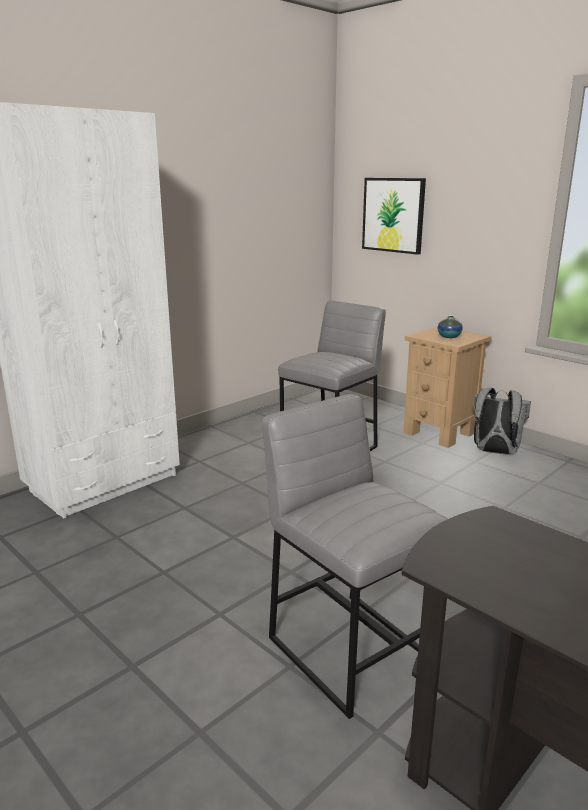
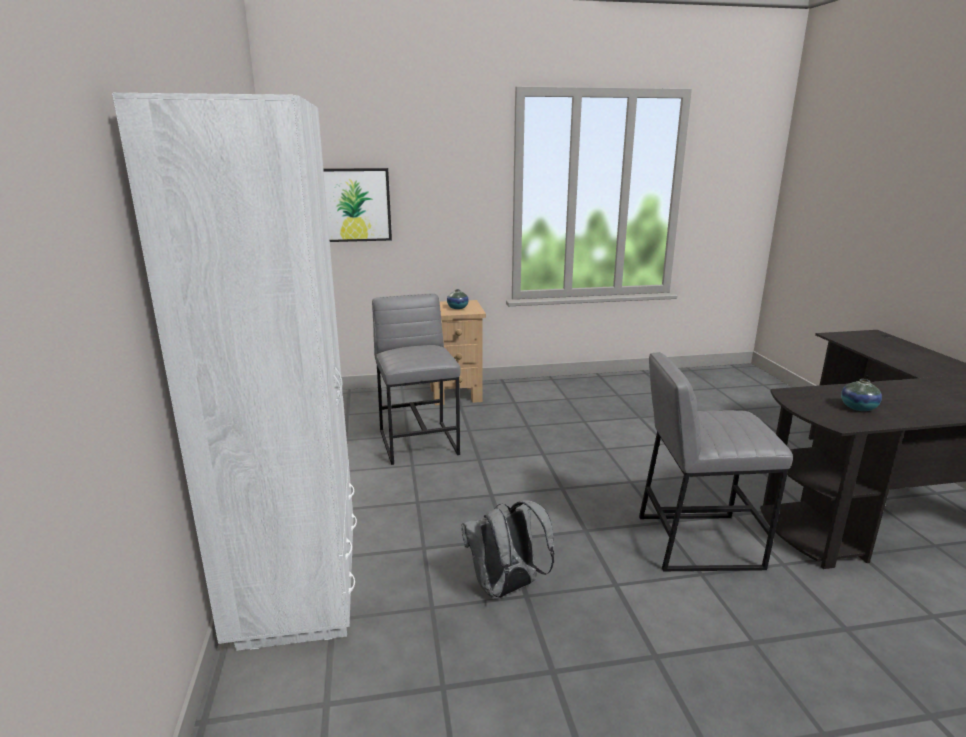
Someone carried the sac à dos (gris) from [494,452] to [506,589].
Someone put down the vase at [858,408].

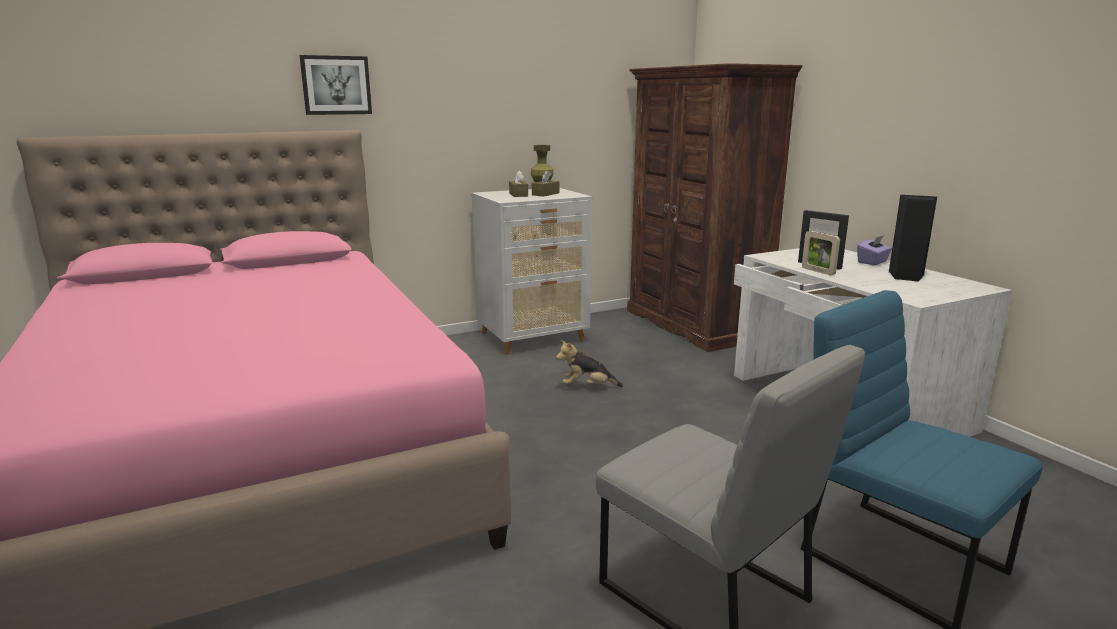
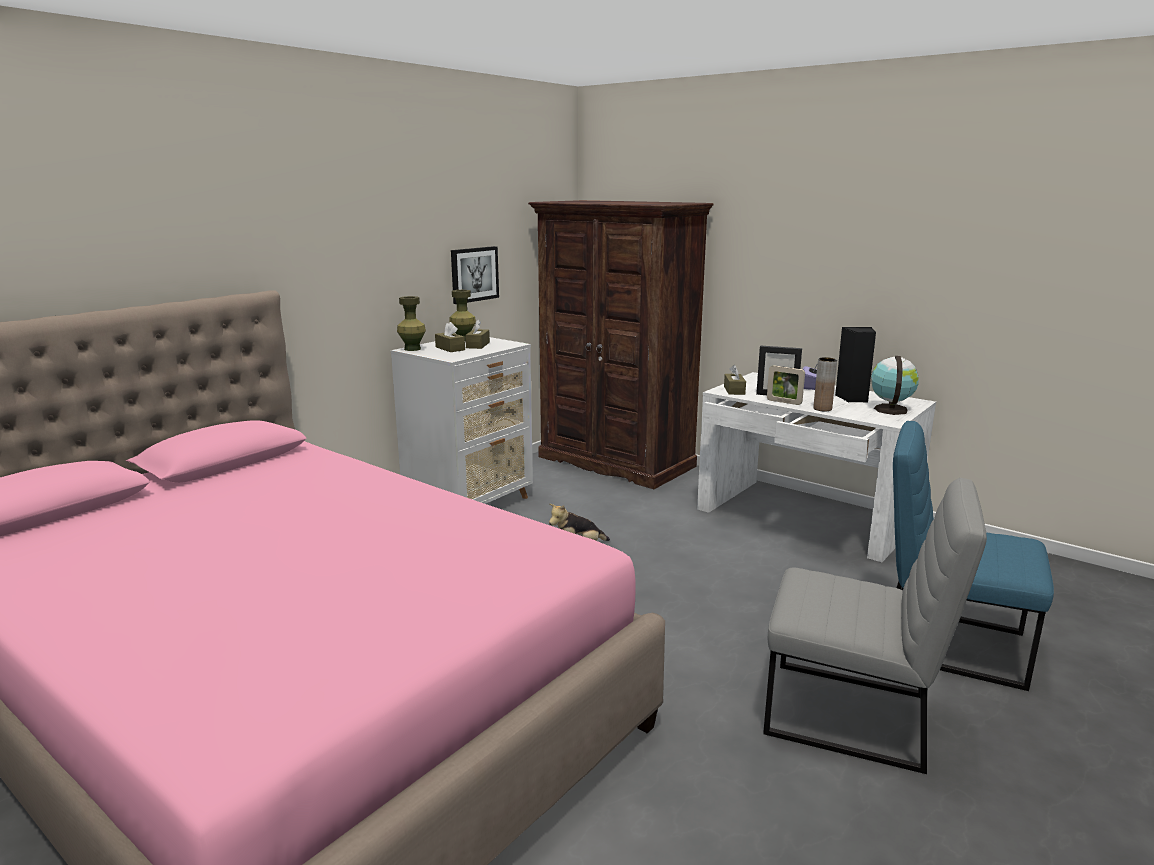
Someone carried the tableau from [336,85] to [474,274].
Someone put down the vase (vert) at [412,349].
Someone put down the boîte à mouchoirs (marron) at [734,390].
Someone put down the vase (marron) at [822,409].
Someone put down the globe at [890,409].

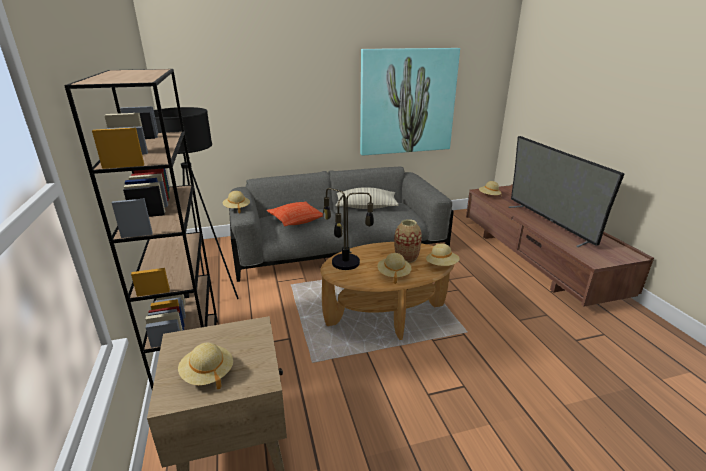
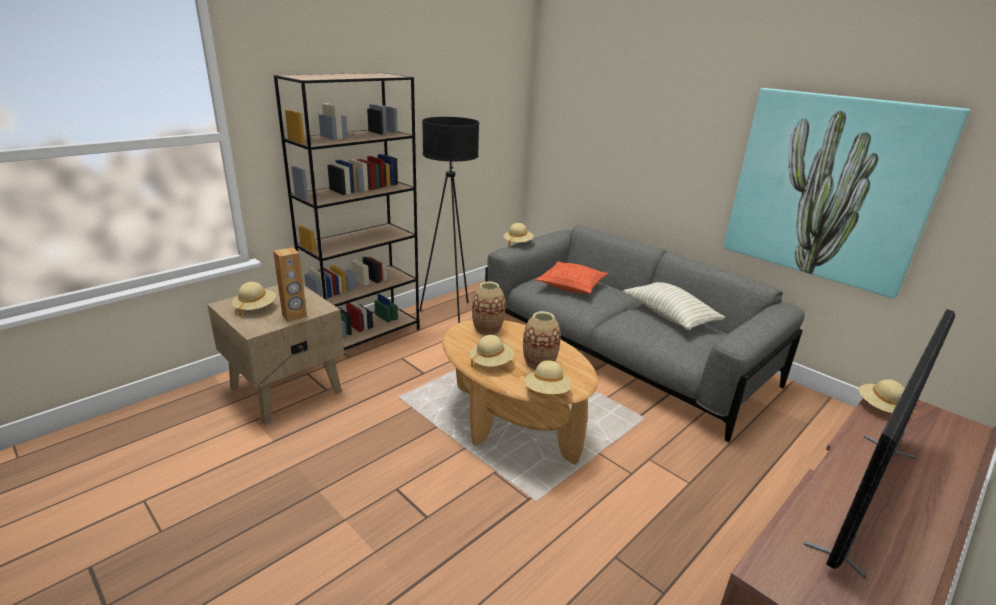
Someone swapped the lampe de table at [345,263] for the vase at [487,329].
Someone put down the enceinte (marron) at [294,316].

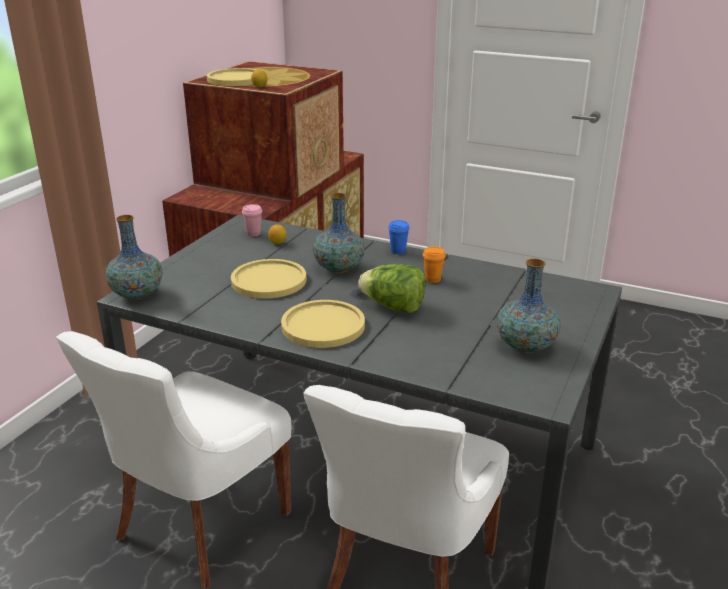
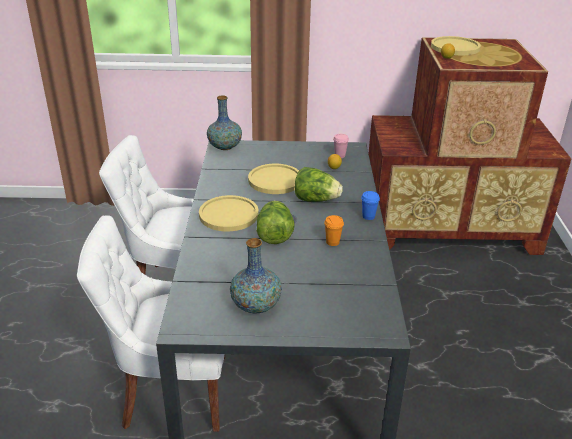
Someone swapped the vase at [338,268] for the laitue at [316,199].

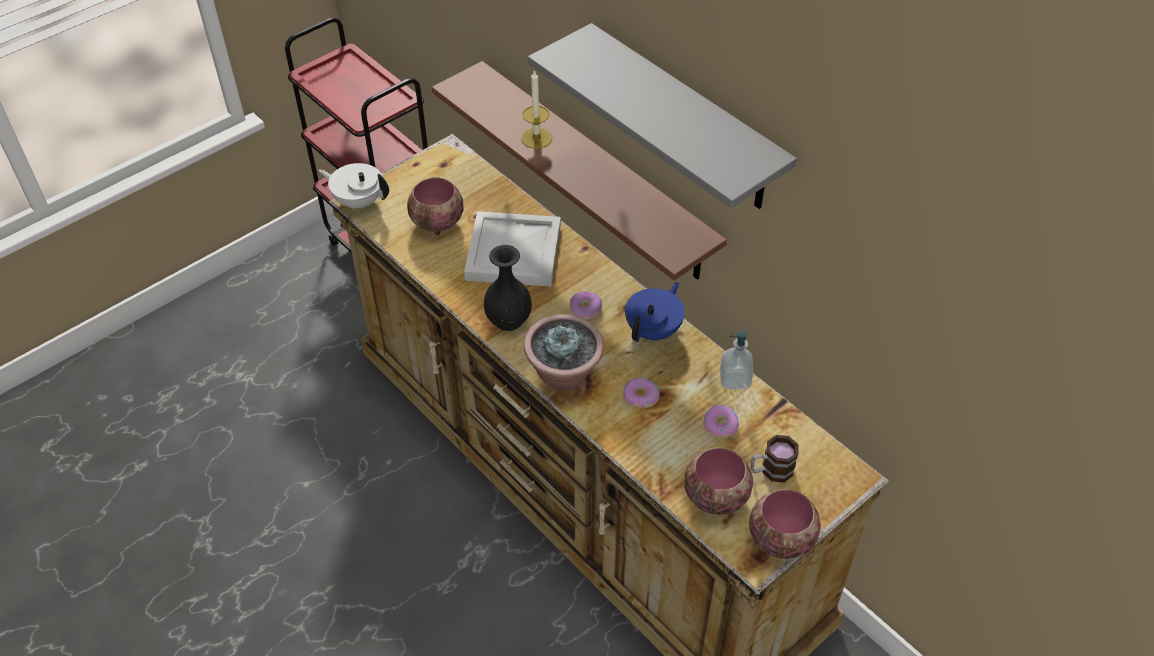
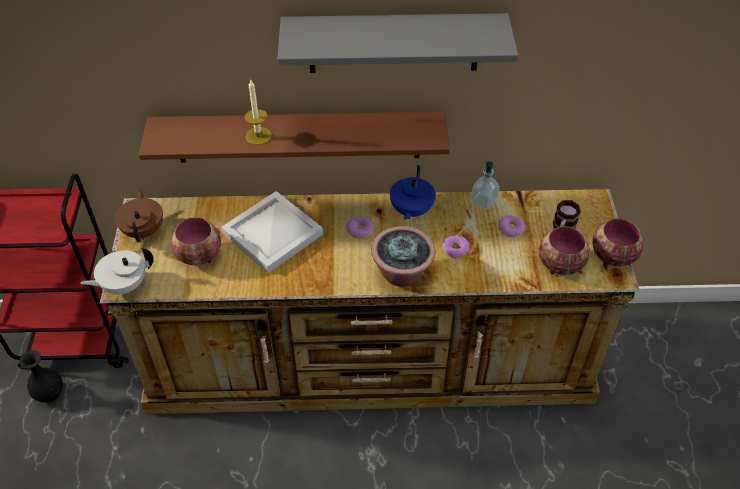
Someone carried the vase (noir) from [509,320] to [50,393].
Someone rotated the théière (bleu) at [654,330] by 150 degrees counterclockwise.
Someone put down the théière (marron) at [144,230].

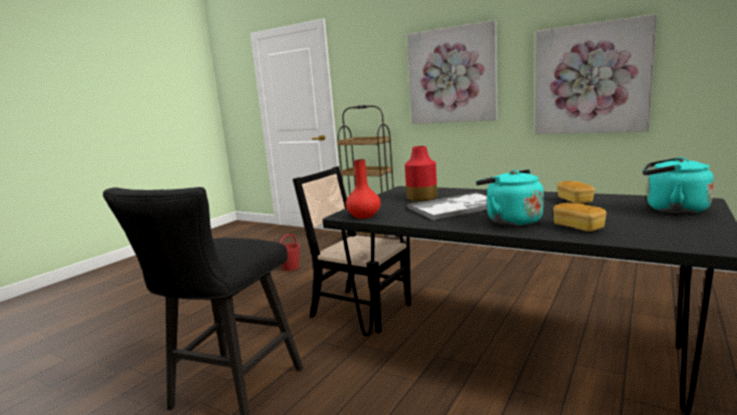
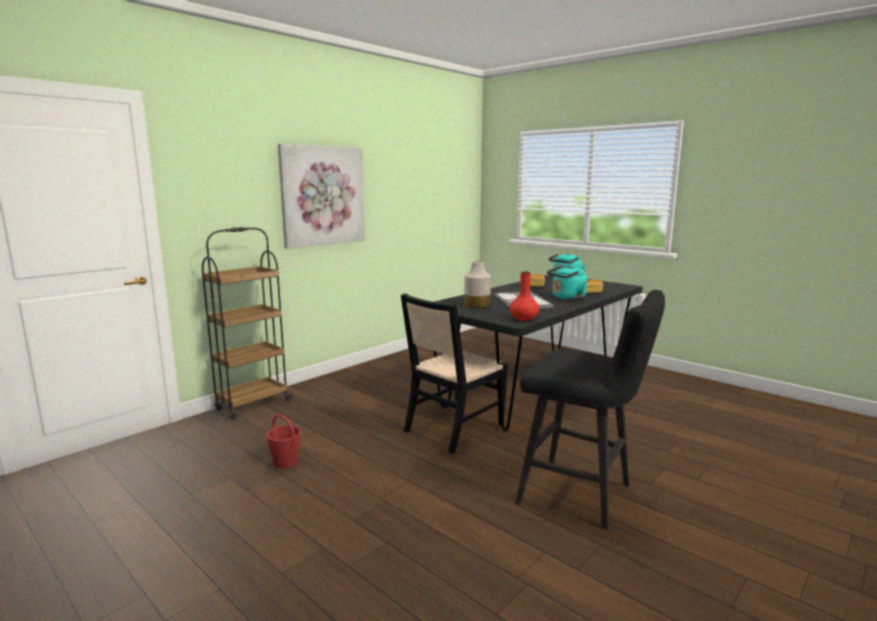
Someone repainted the vase (rouge) at [421,197], which became the vase (beige) at [477,304].
Someone took away the tableau at [591,79].

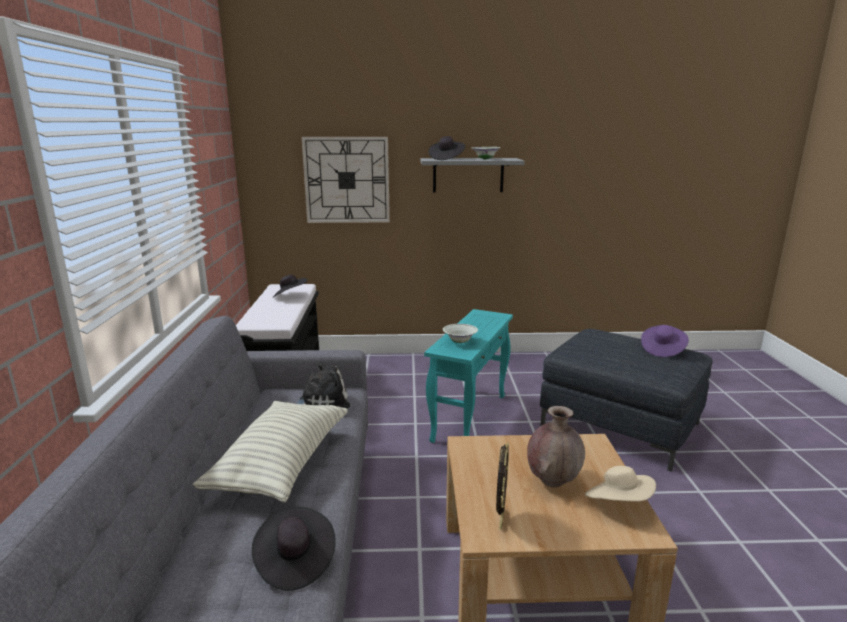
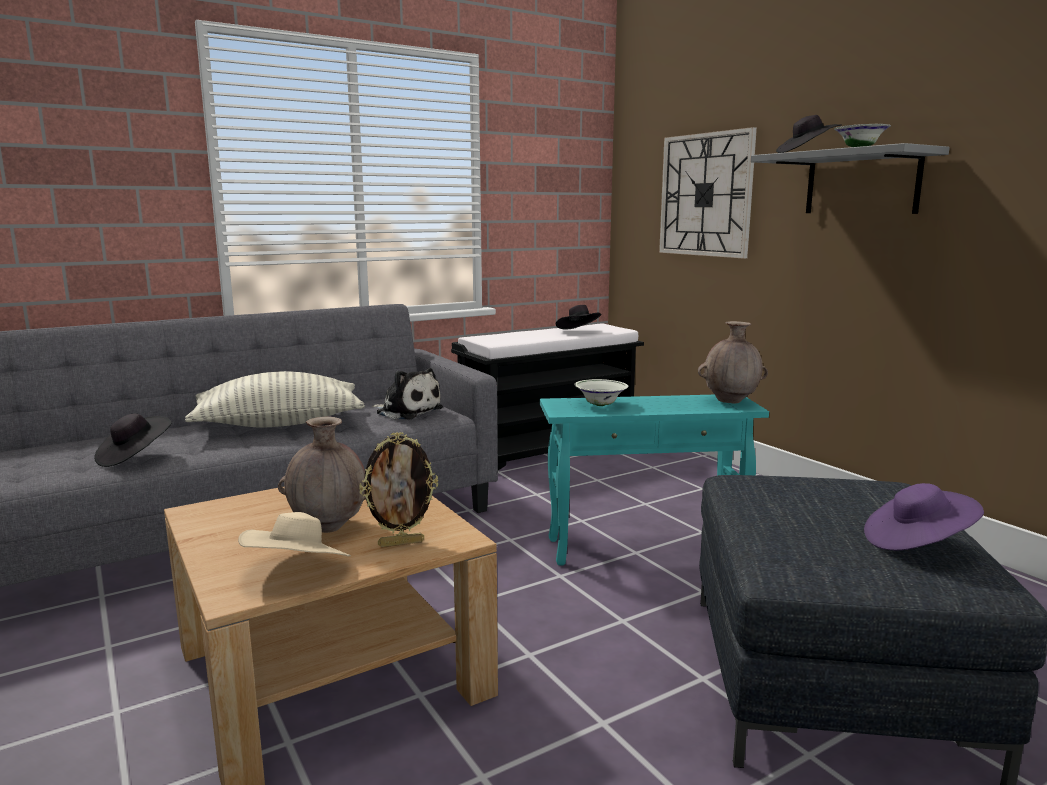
Someone carried the cadre photo from [500,519] to [401,543].
Someone put down the vase (marron) at [731,401].

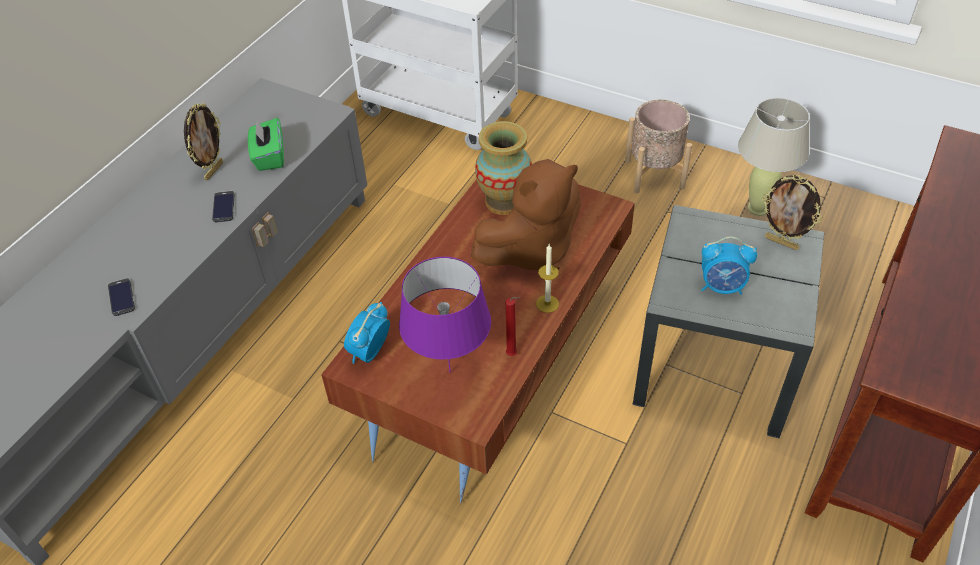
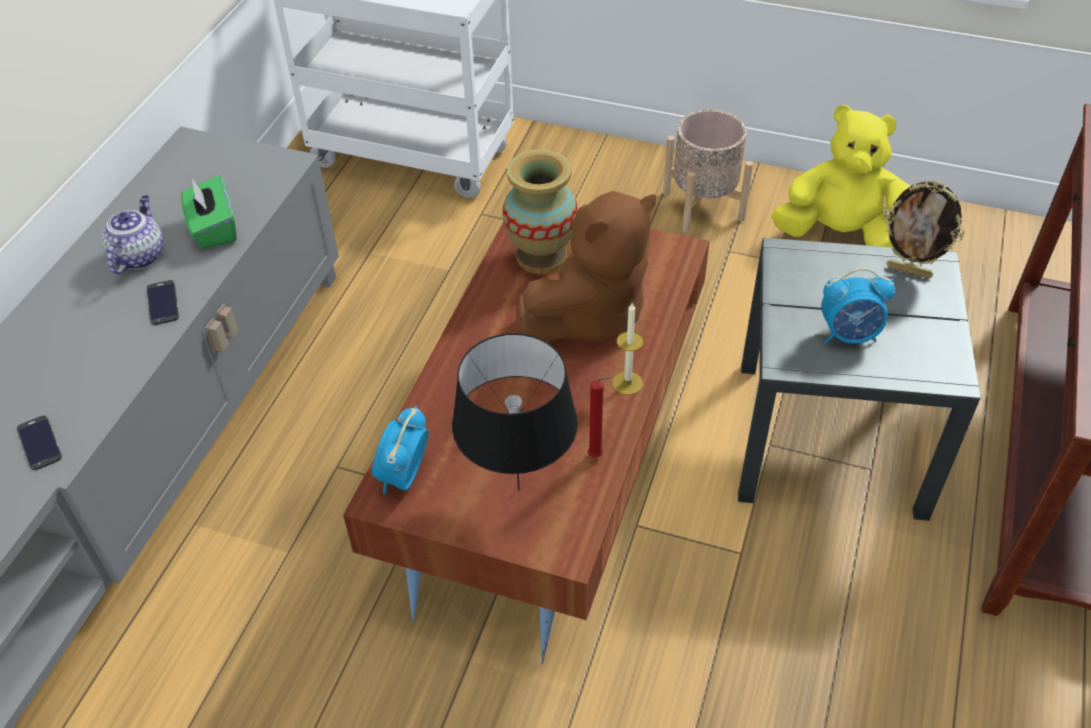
Someone swapped the cadre photo at [213,171] for the théière at [138,256].
Someone repainted the lampe de table (violet) at [450,373], which became the lampe de table (noir) at [519,490].
Someone swapped the lampe de table (beige) at [758,208] for the peluche (jaune) at [840,235].

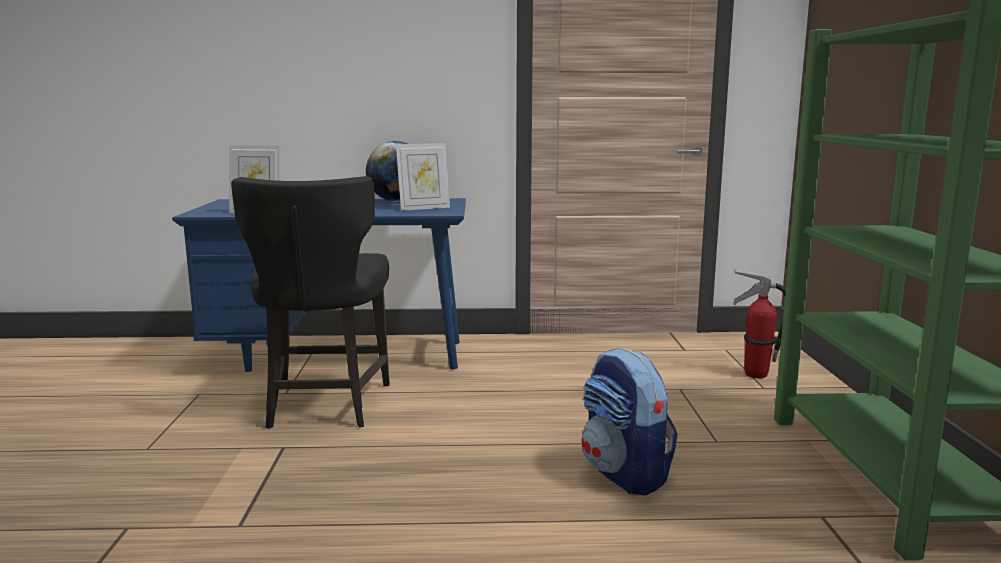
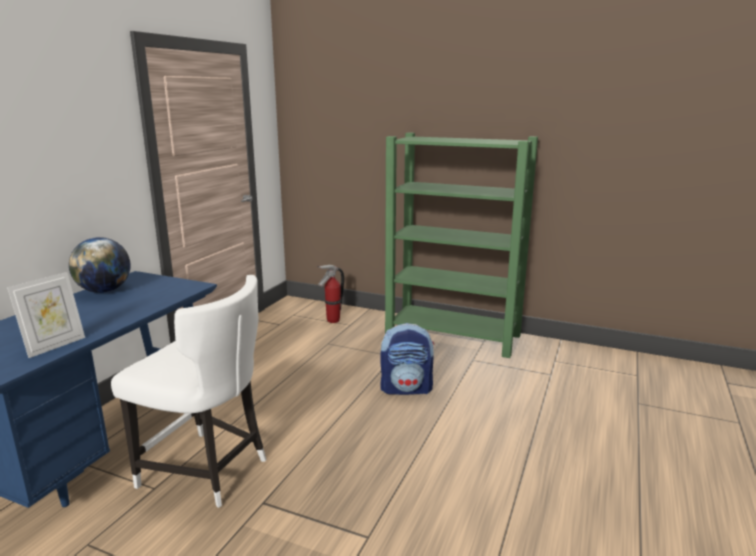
Someone repainted the chaise (noir) at [324,406], which became the chaise (blanc) at [207,471].
Someone took away the cadre photo at [424,208].

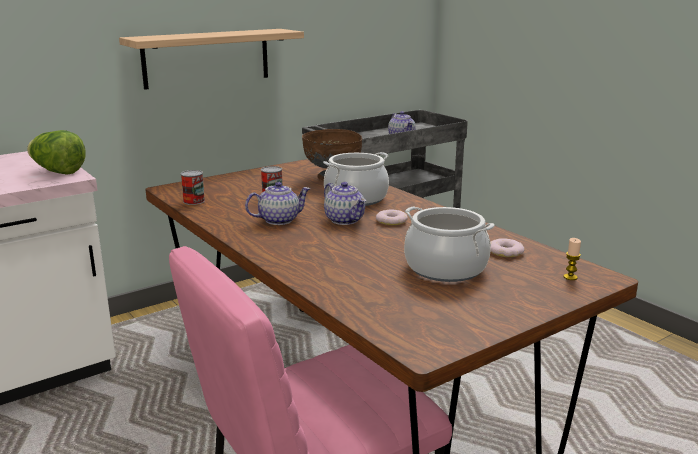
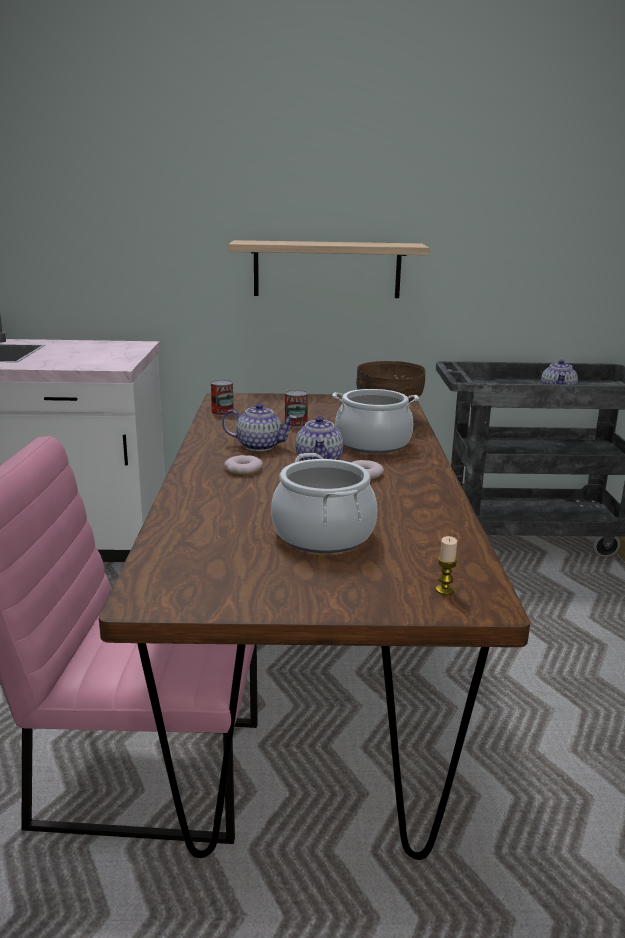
Someone took away the laitue at [58,171].
Someone carried the beignet from [505,252] to [243,469].

